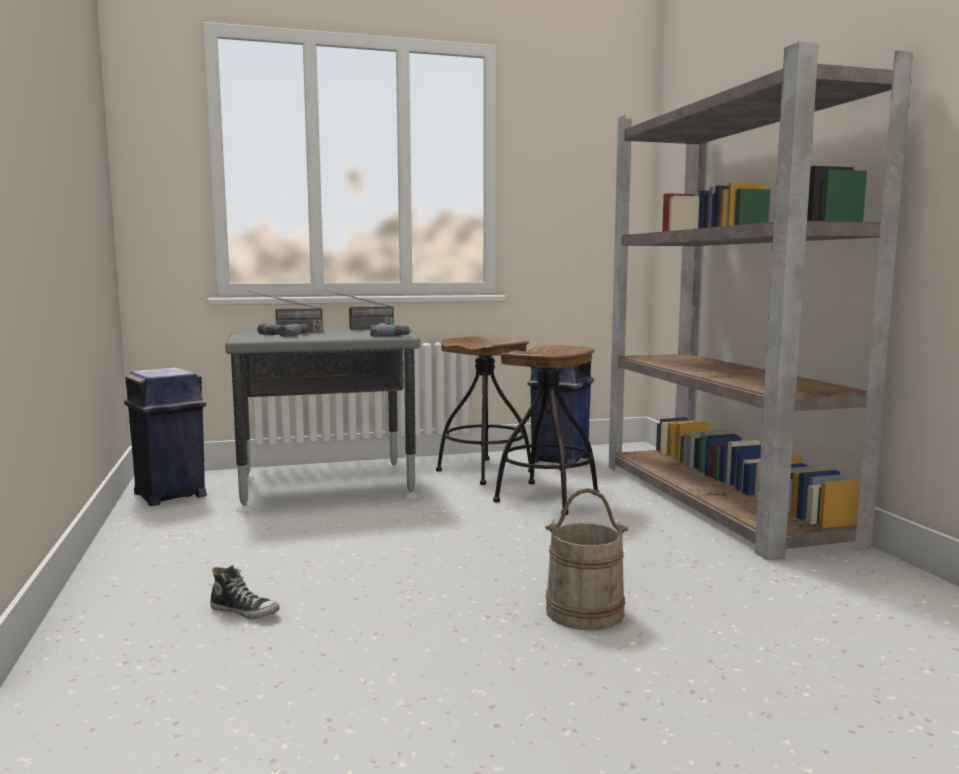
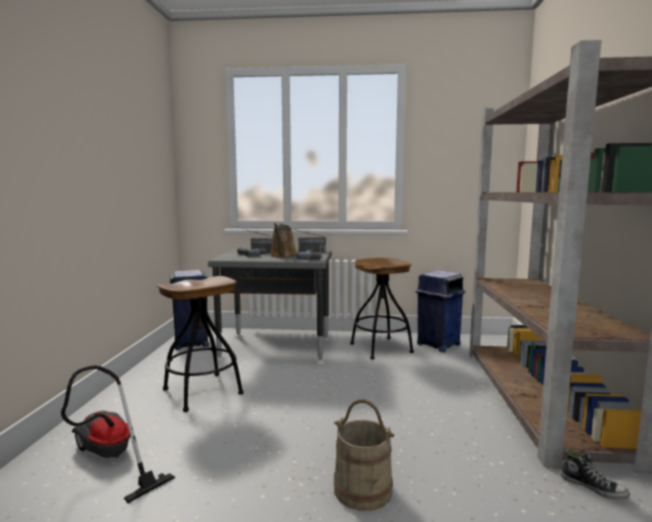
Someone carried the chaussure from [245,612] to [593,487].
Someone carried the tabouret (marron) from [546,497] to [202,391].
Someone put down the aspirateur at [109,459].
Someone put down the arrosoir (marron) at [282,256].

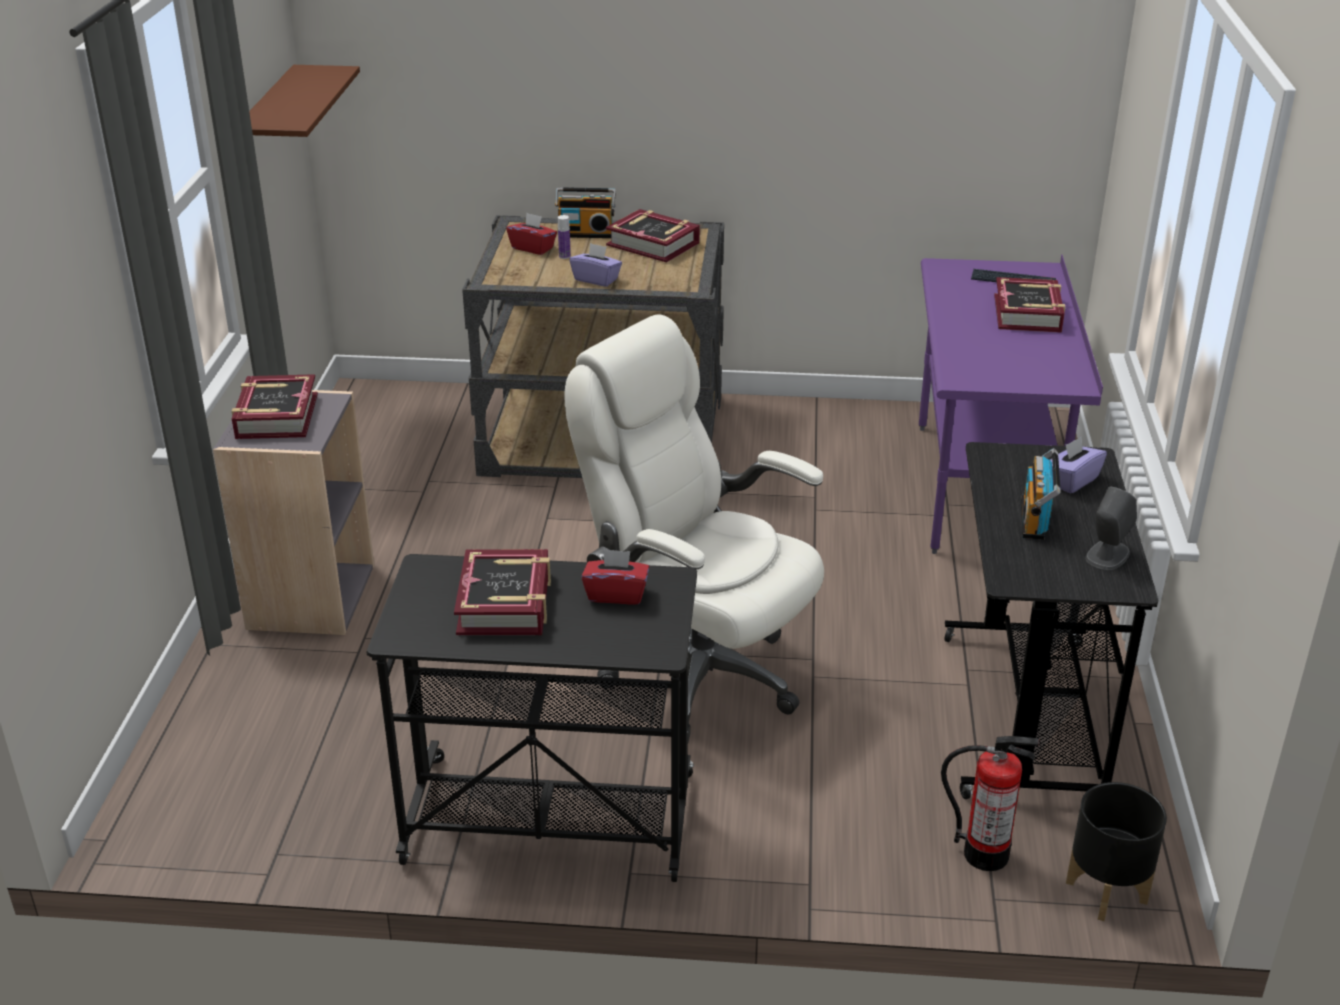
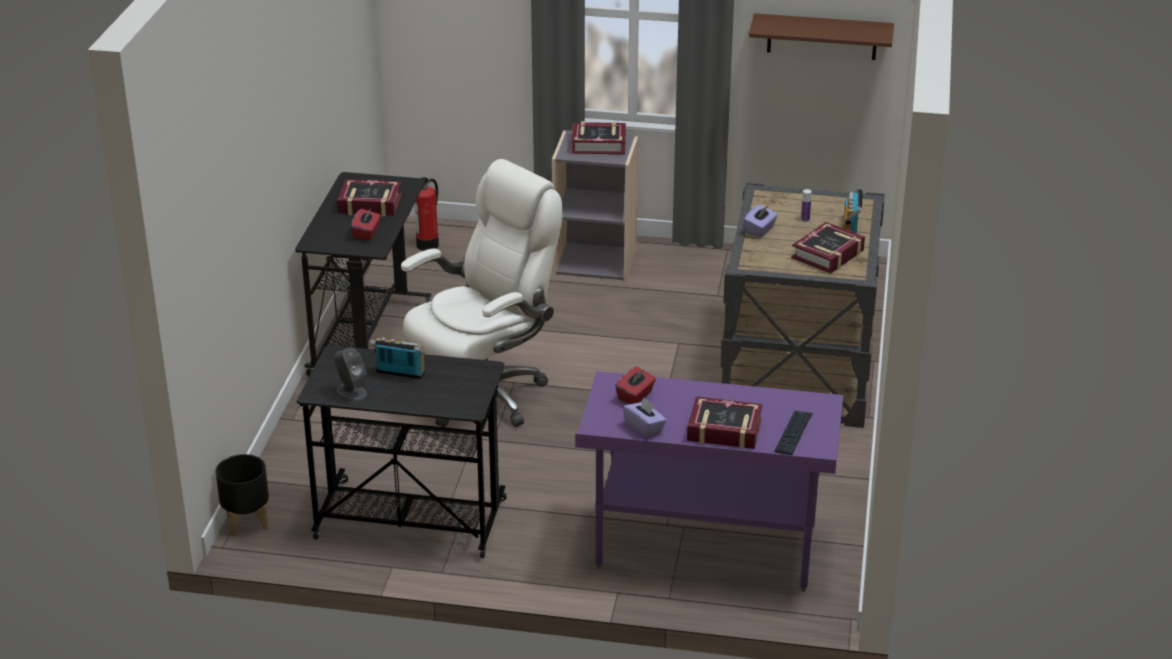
Someone carried the boîte à mouchoirs (rouge) from [533,248] to [635,396].
Someone carried the extincteur from [985,854] to [428,245].
Someone carried the boîte à mouchoirs (violet) from [1072,481] to [644,428].

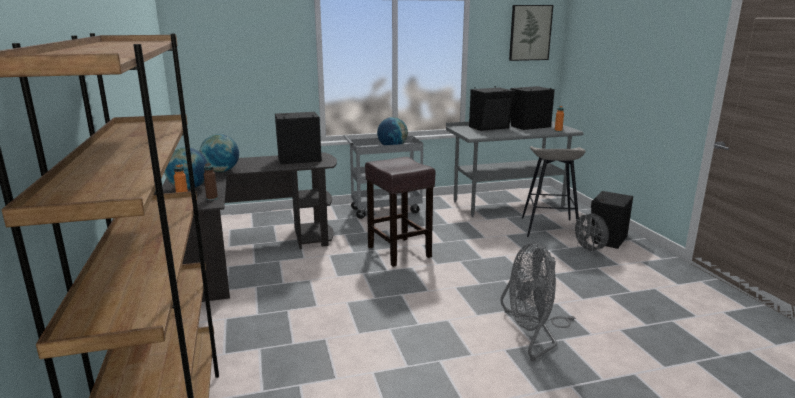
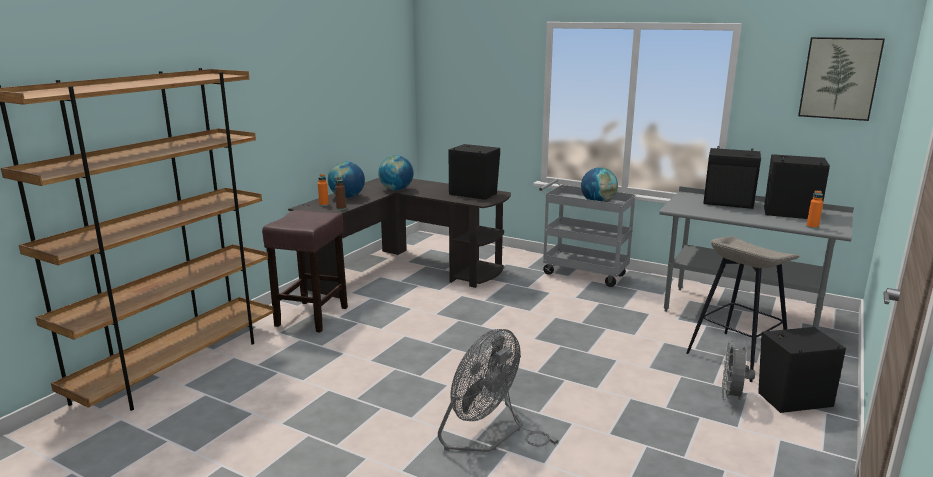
Someone carried the tabouret (marron) from [400,252] to [311,317].

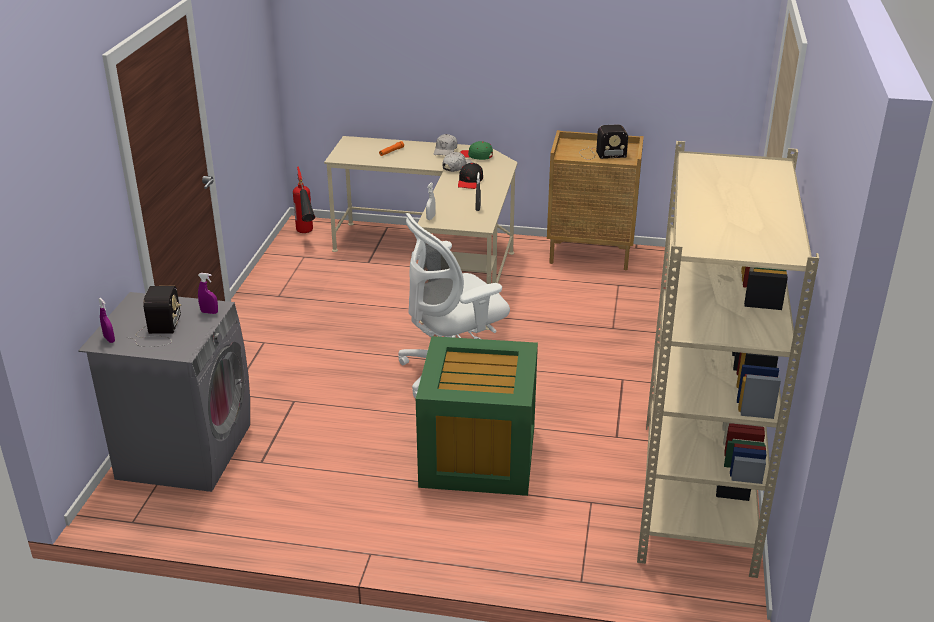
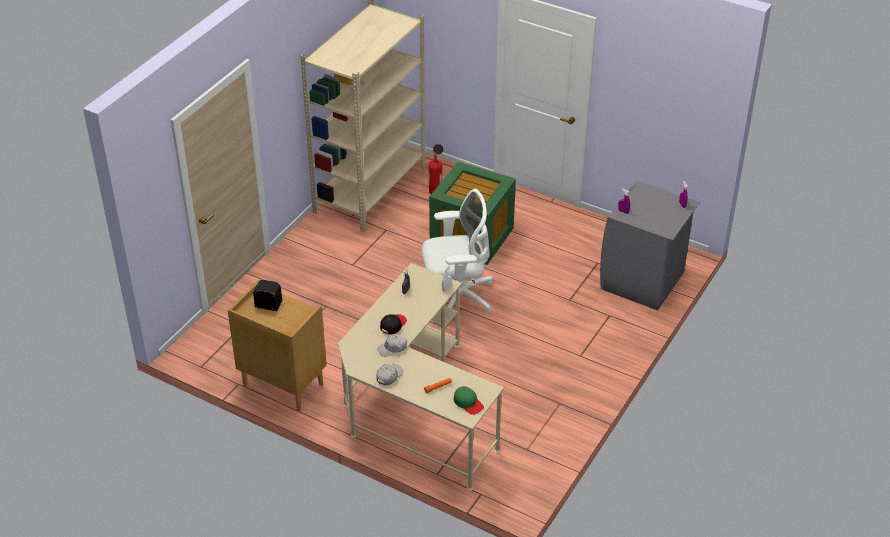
Someone took away the radio at [158,331].
Someone carried the extincteur from [307,236] to [436,183].
Someone carried the casquette (vert) from [476,156] to [468,403].

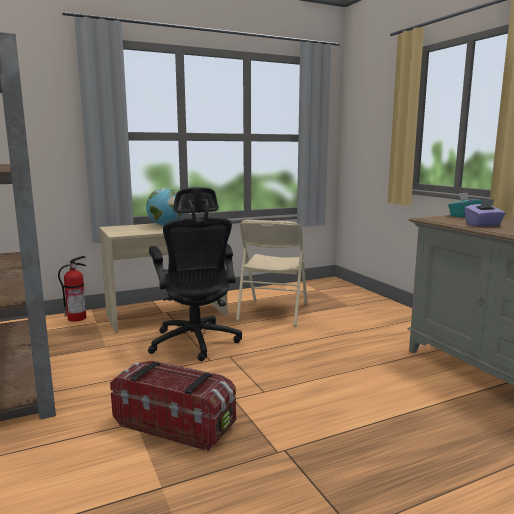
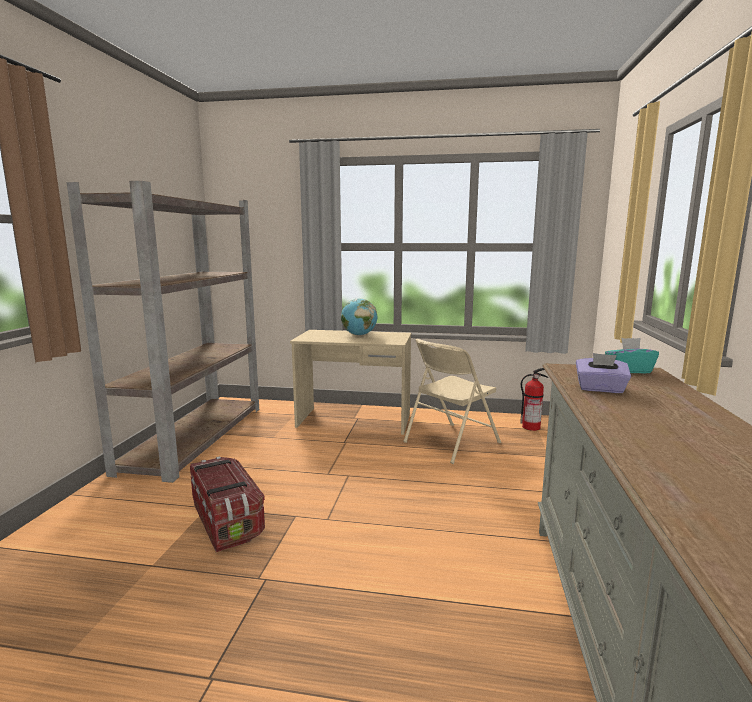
Someone carried the extincteur from [77,318] to [531,427].
Someone took away the chaise de bureau at [195,344].

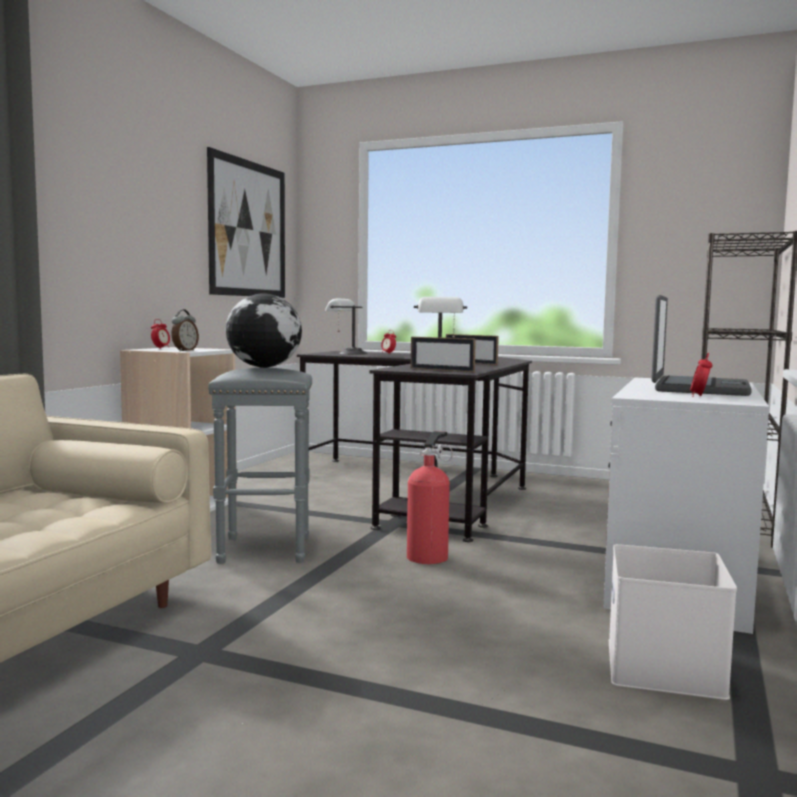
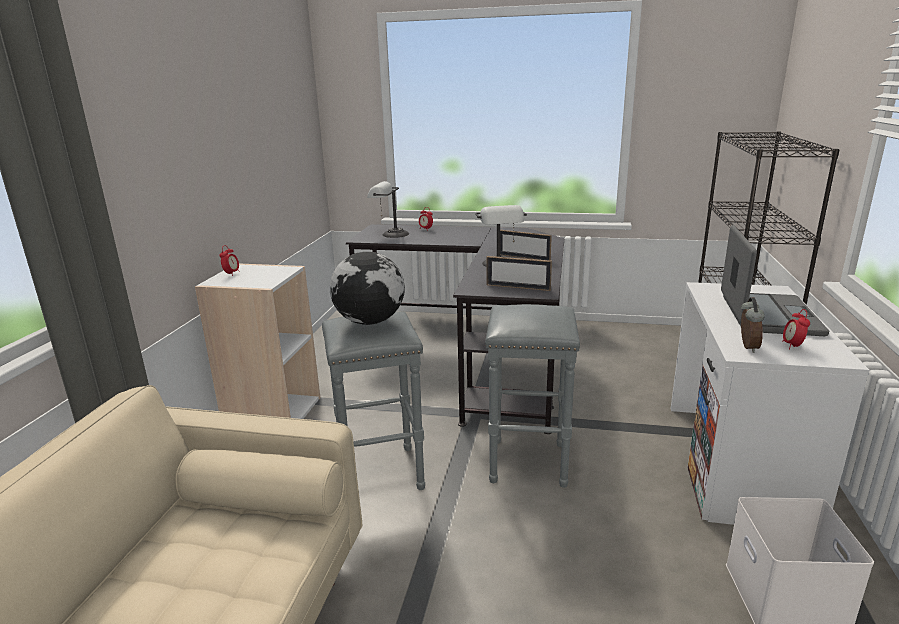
Someone carried the réveil from [184,351] to [746,347].
Someone took away the tableau at [248,229].
Someone swapped the extincteur at [428,556] for the tabouret (gris) at [526,461].

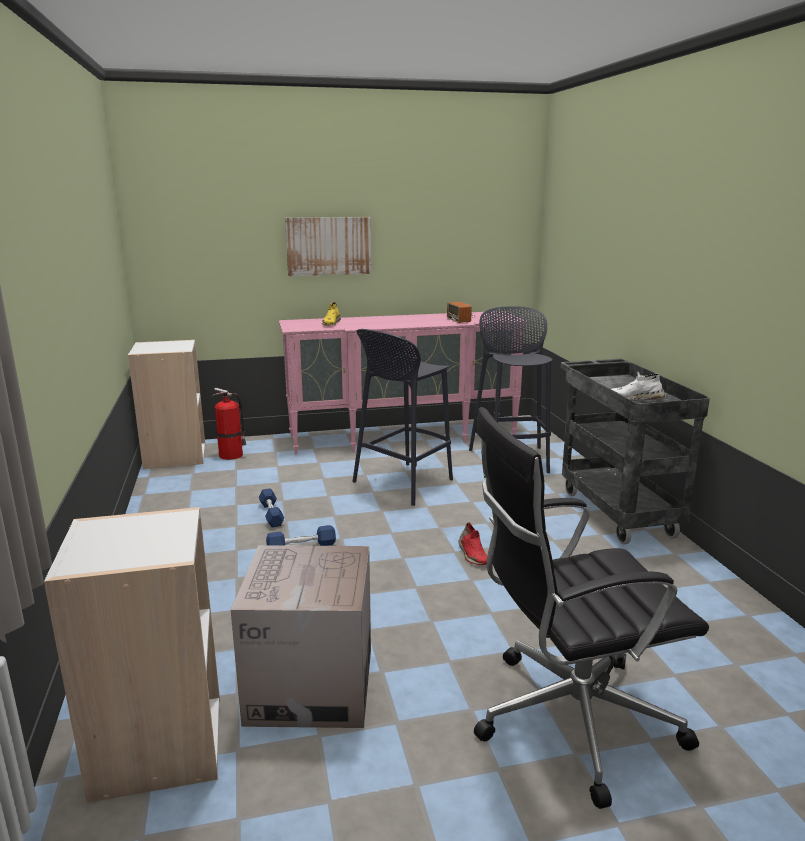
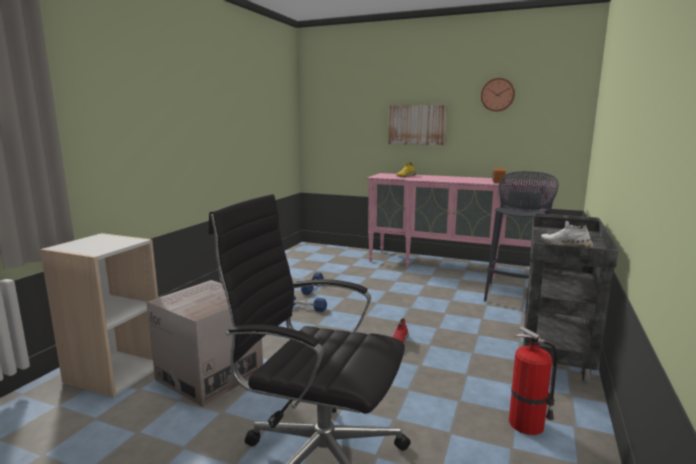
Someone took away the bibliothèque at [175,456].
Someone carried the extincteur from [232,455] to [528,424].
Someone took away the tabouret (gris) at [404,483].
Someone put up the horloge murale at [497,95].

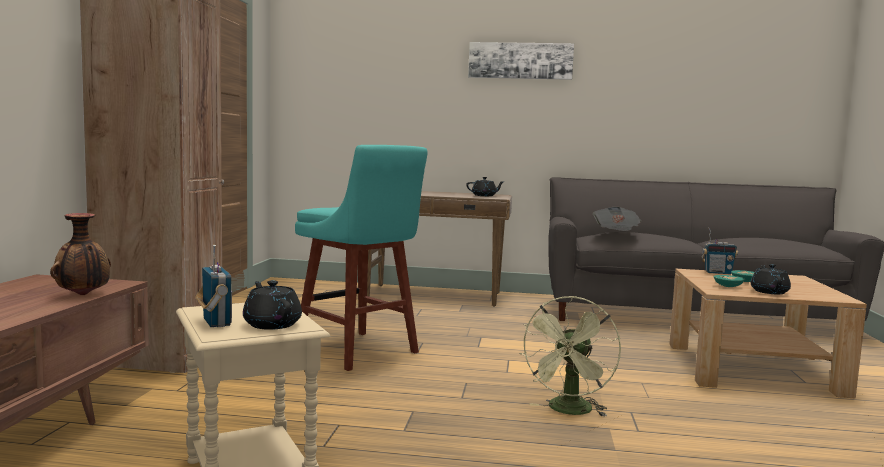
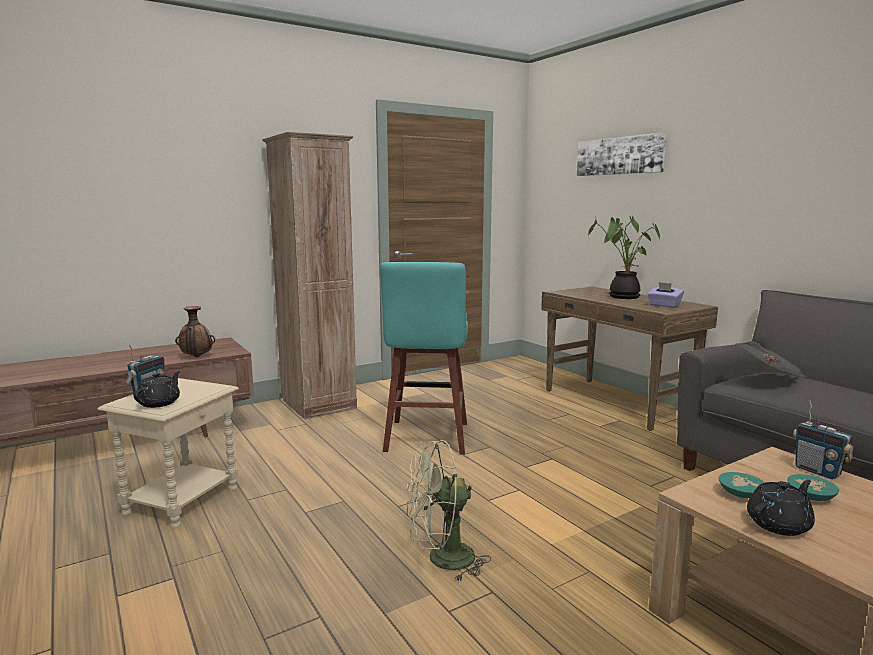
Someone swapped the théière (noir) at [484,196] for the boîte à mouchoirs (violet) at [664,306].
Someone carried the tableau from [520,61] to [619,156].
Someone put down the plante en pot at [622,296].

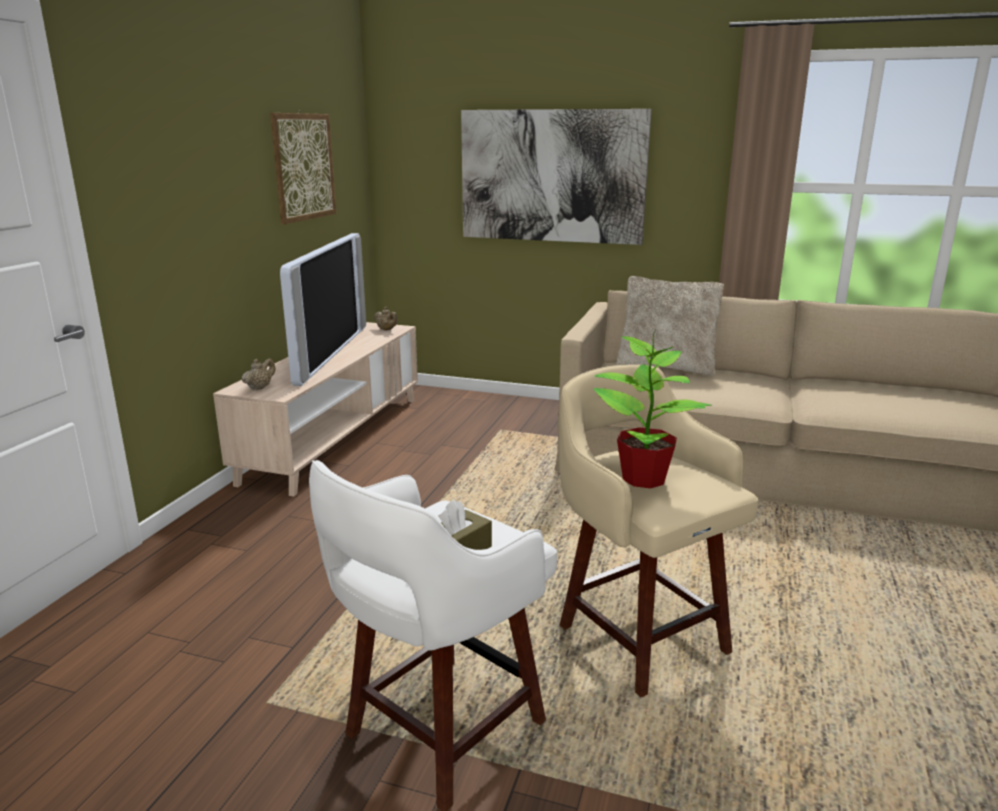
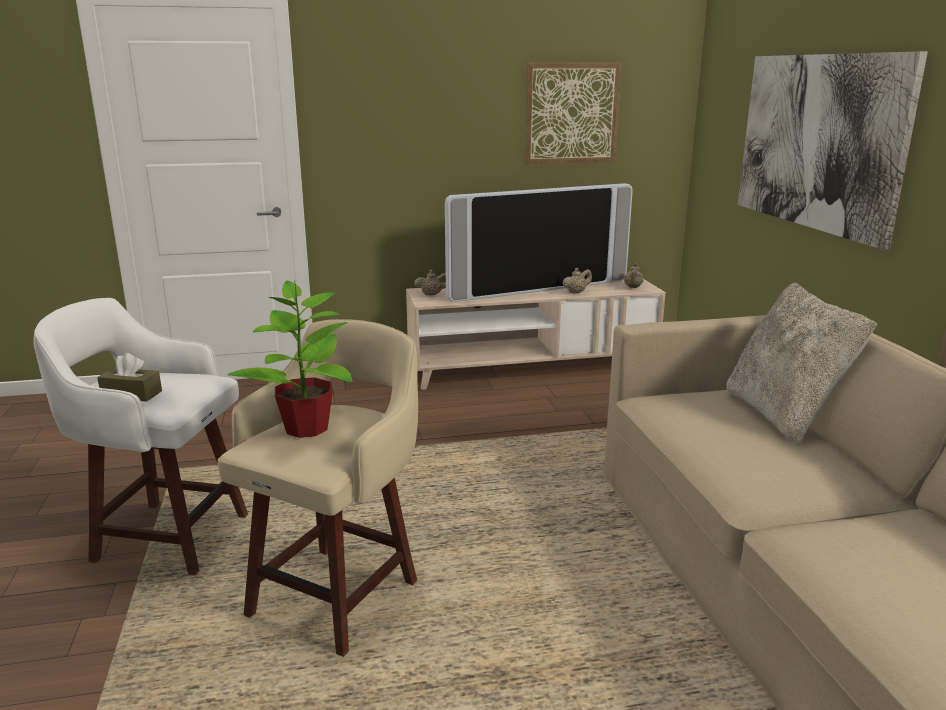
Someone put down the théière (beige) at [576,292].

